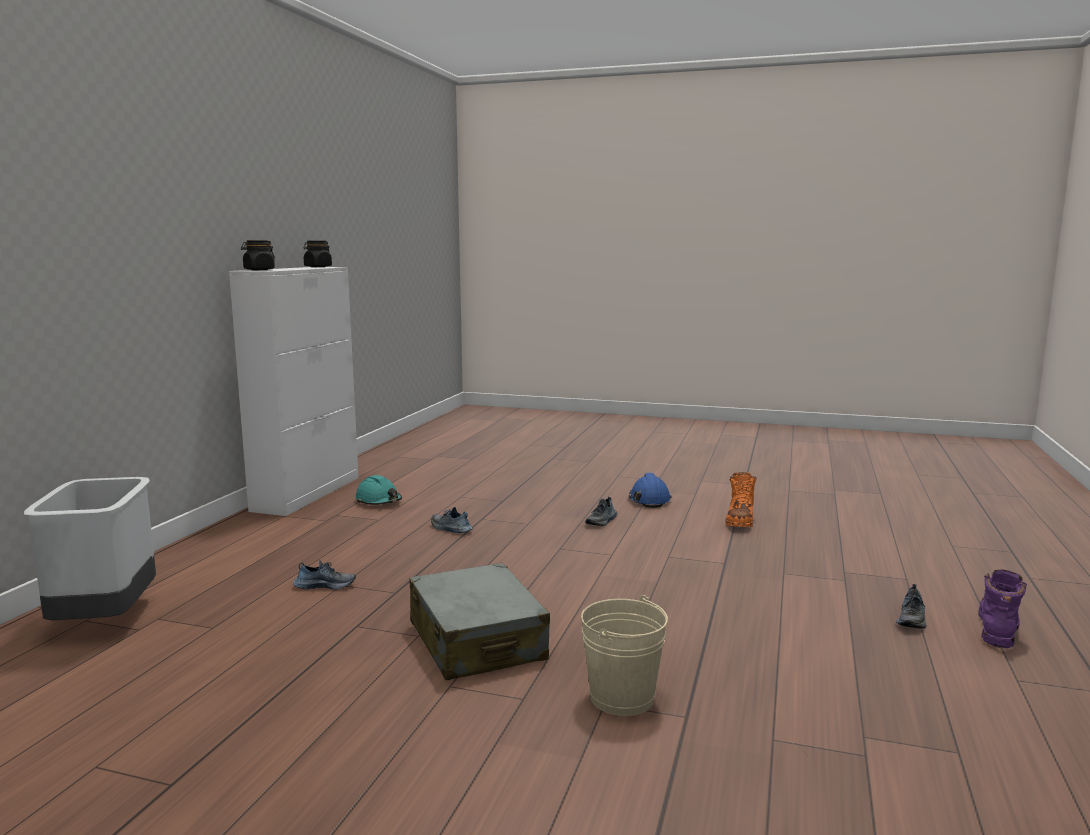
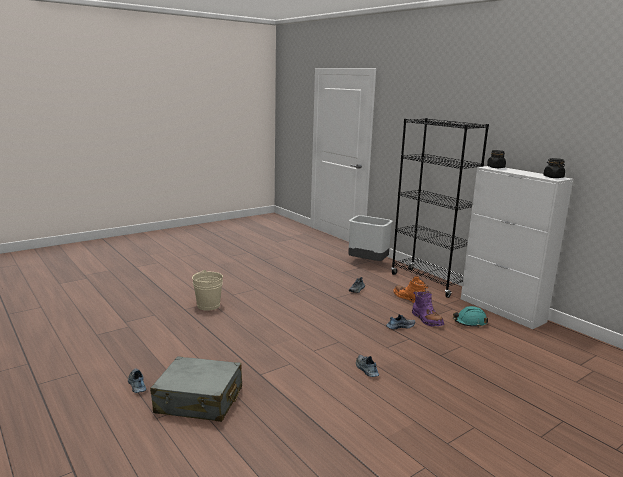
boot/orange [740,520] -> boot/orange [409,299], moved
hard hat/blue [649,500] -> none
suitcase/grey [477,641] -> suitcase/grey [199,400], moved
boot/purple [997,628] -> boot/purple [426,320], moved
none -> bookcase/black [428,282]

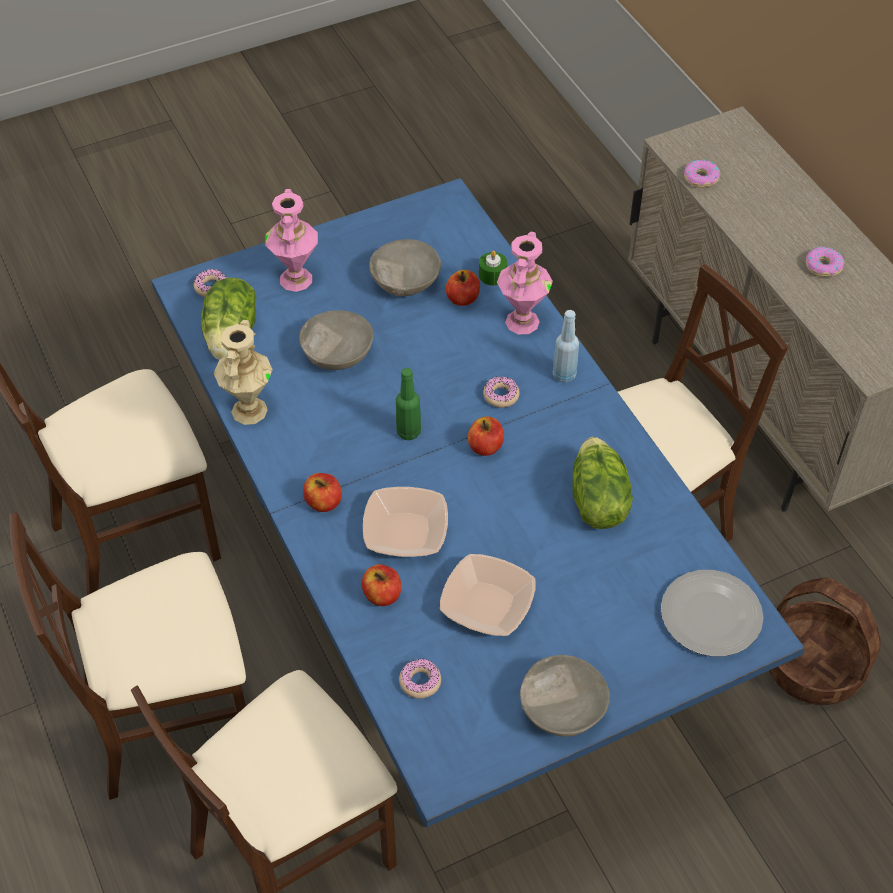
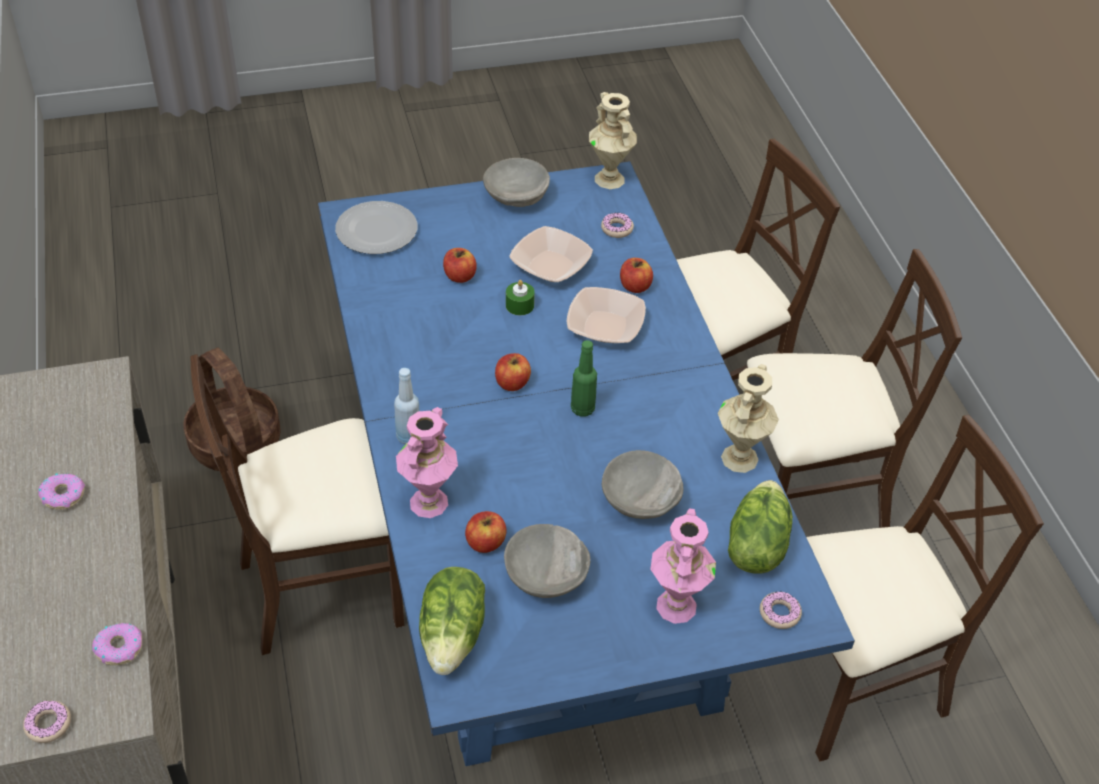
candle/green [492,275] -> candle/green [519,305], moved
donut [501,395] -> donut [48,724], moved
lettuce [596,501] -> lettuce [453,635], moved
apple [323,502] -> apple [459,276], moved
none -> vase/beige [610,179]

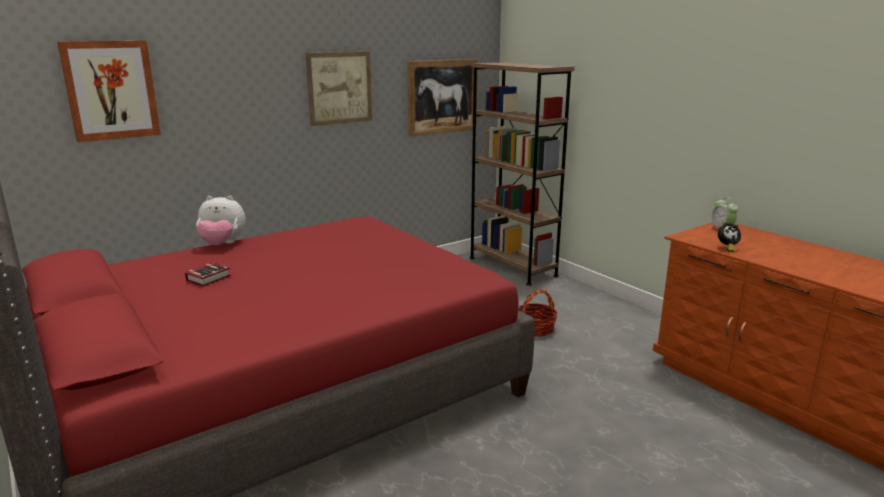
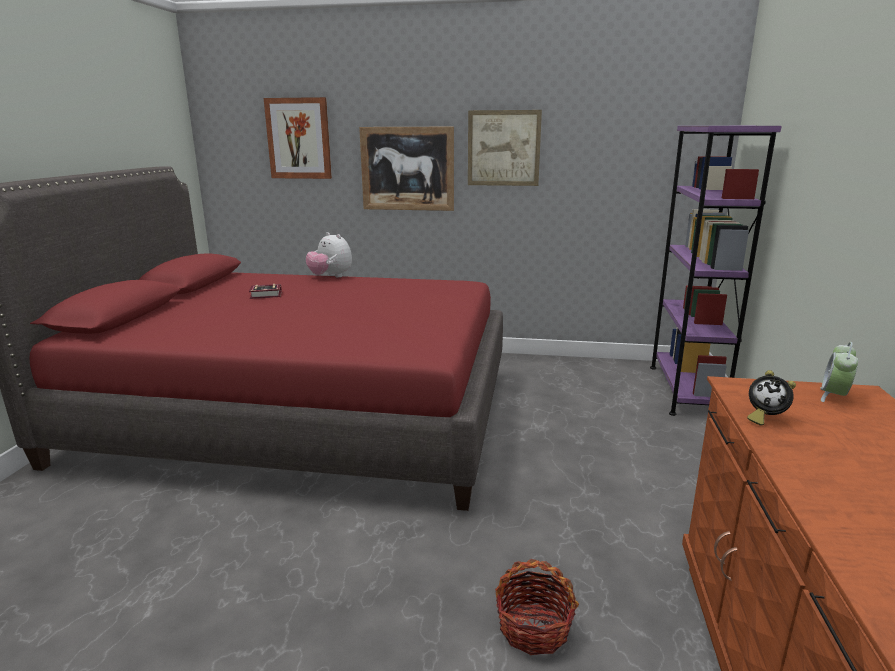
picture [442,96] -> picture [407,169], moved
bookcase/brown [512,267] -> bookcase/purple [685,390]
basket [535,329] -> basket [533,628], moved

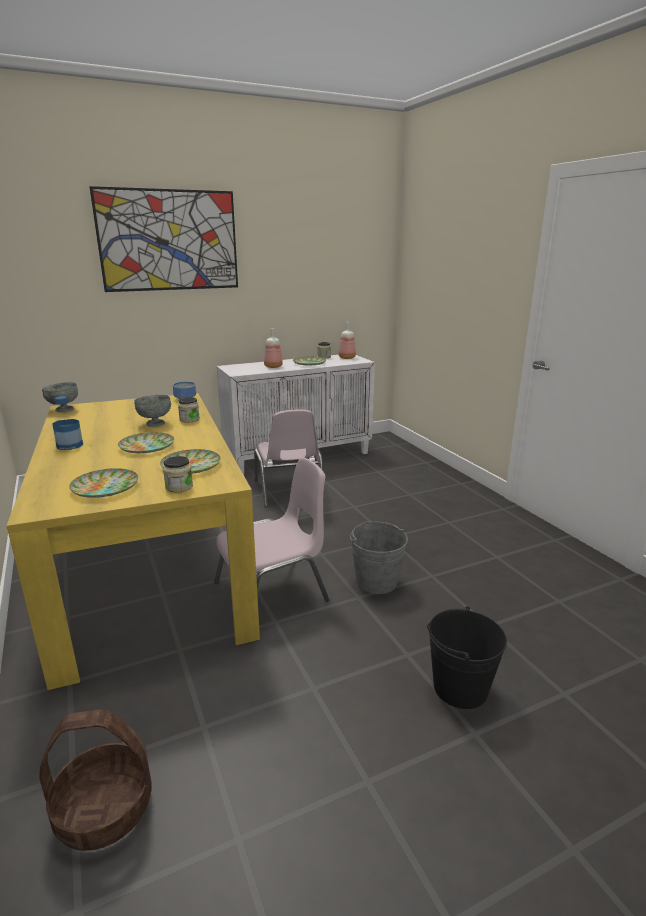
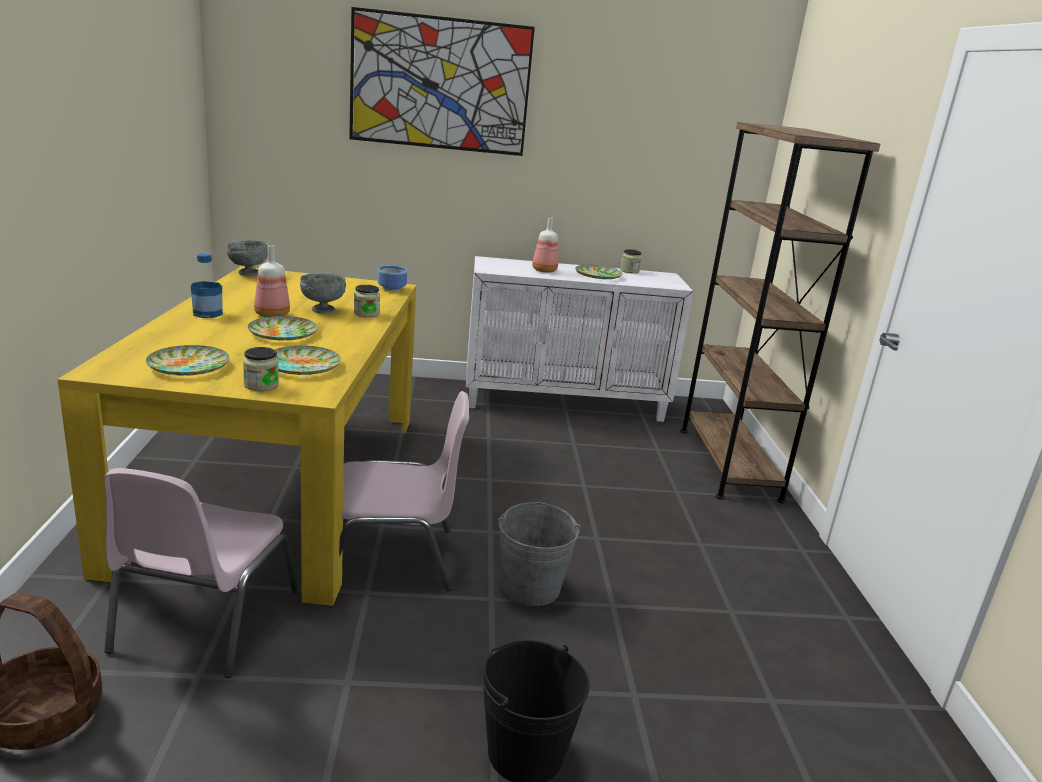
bottle [347,358] -> bottle [272,315], moved
chair/pink [289,491] -> chair/pink [203,621], moved
none -> bookcase/brown [728,463]

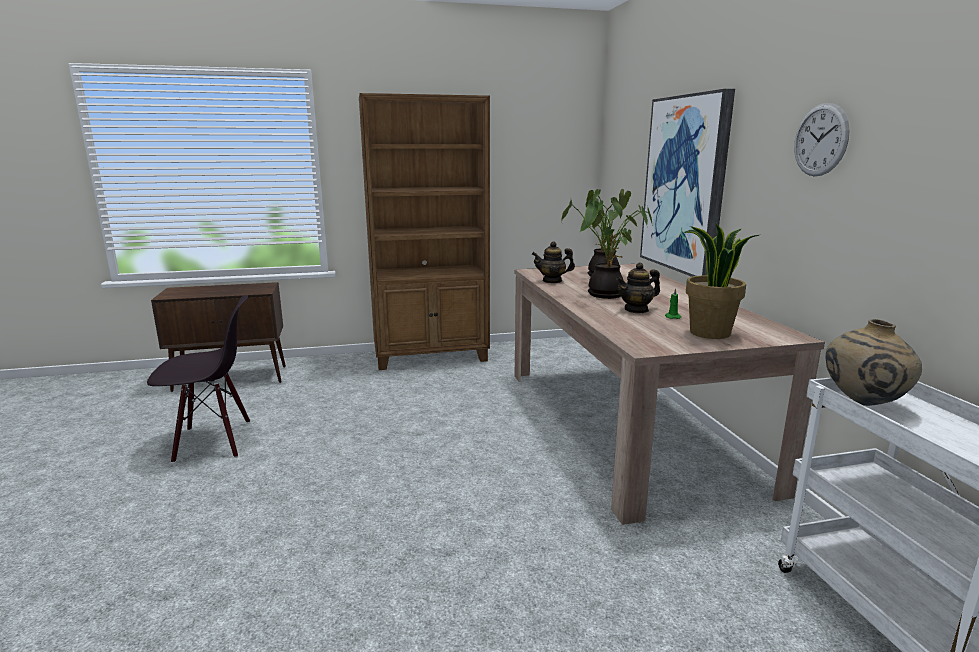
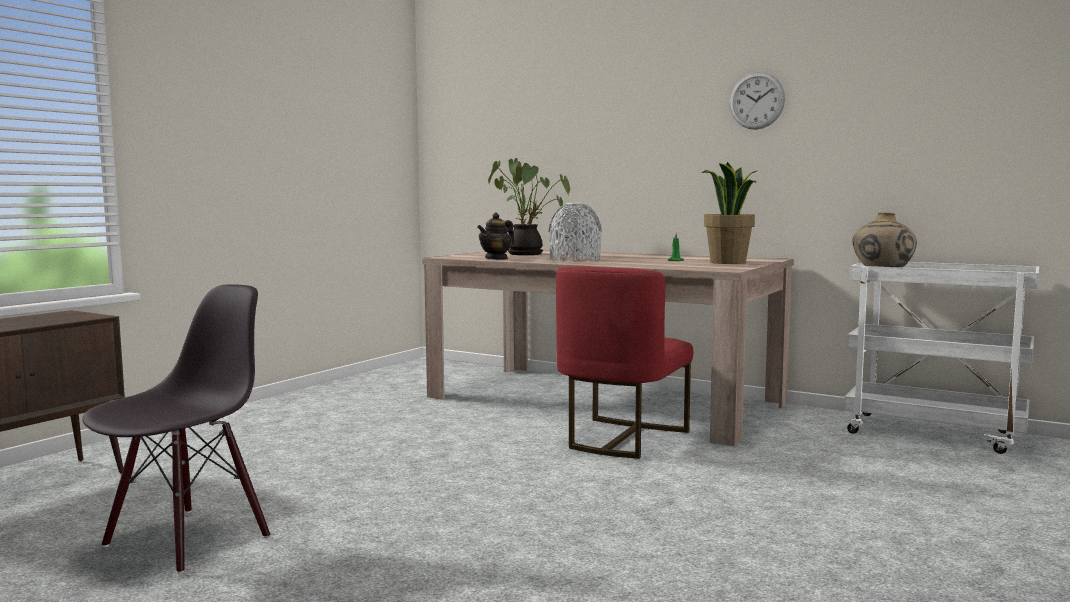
picture [685,184] -> none
bookcase/brown [431,357] -> none
potted plant [603,294] -> vase/grey [575,259]
teapot [636,310] -> none
none -> chair/red [622,438]

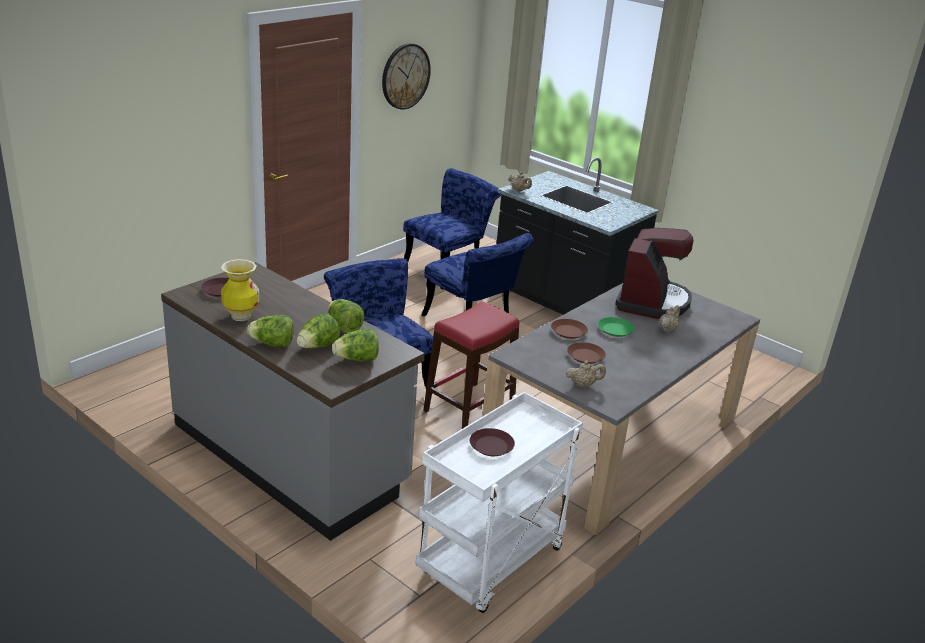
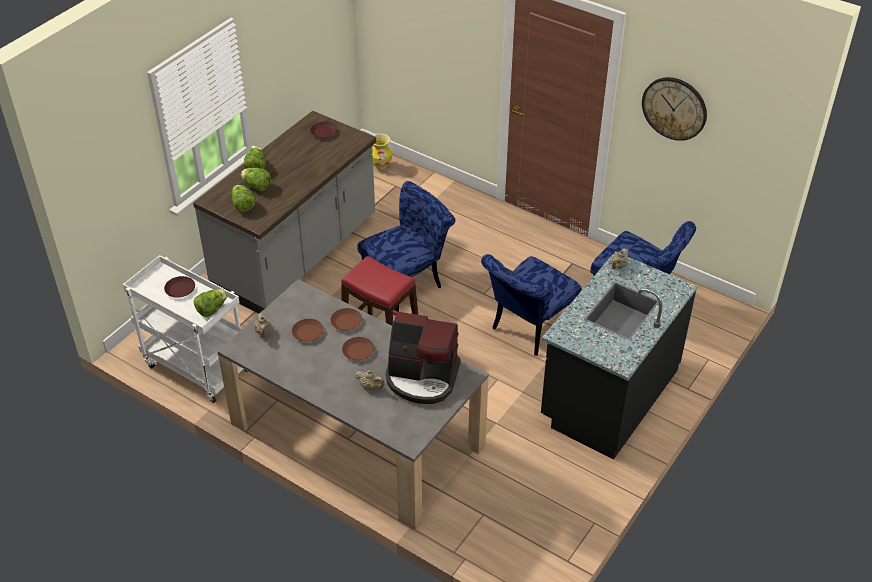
vase [241,316] -> vase [381,166], moved
lettuce [344,327] -> lettuce [211,309], moved
plate/green [615,330] -> plate/brown [358,351]

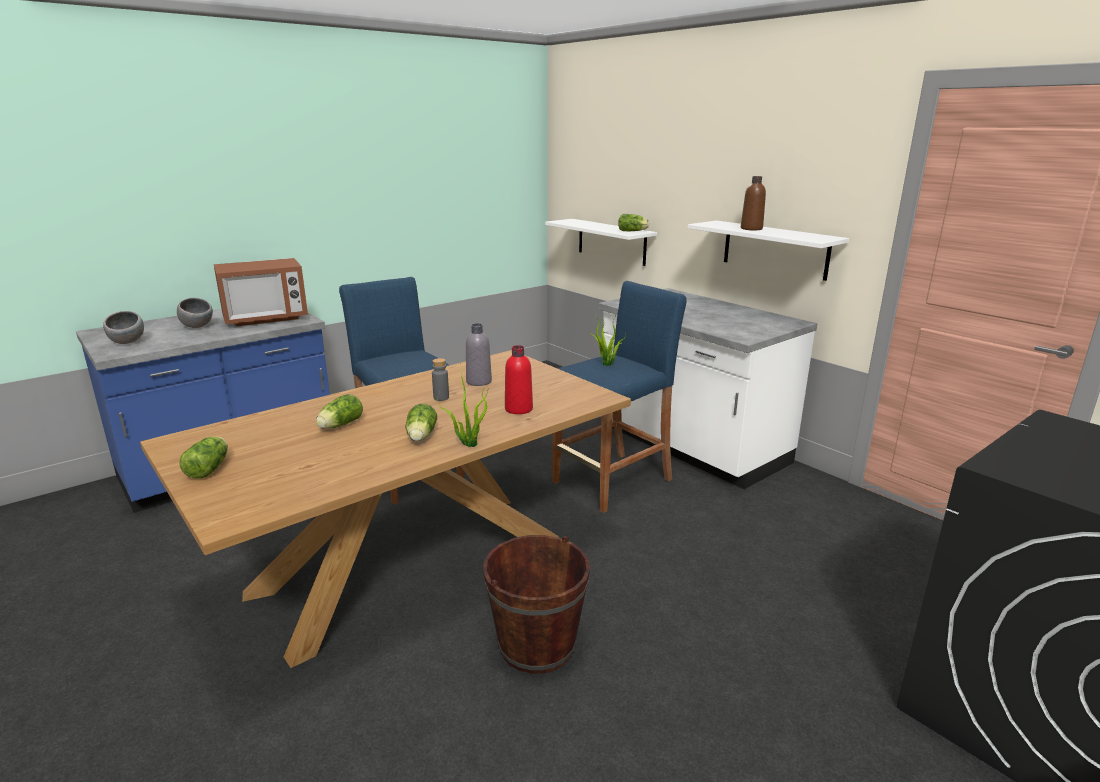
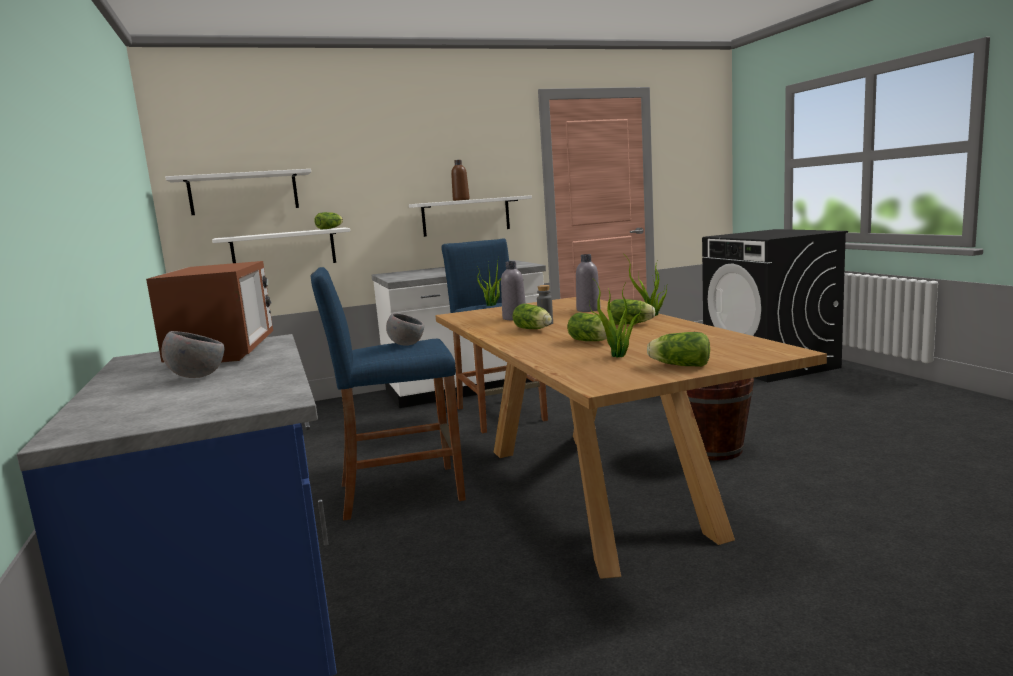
bowl/grey [128,342] -> bowl/grey [406,345], moved
bottle/red [518,409] -> bottle/grey [588,310]
none -> shelf/white [243,193]
none -> potted plant [618,356]
none -> lettuce [534,329]

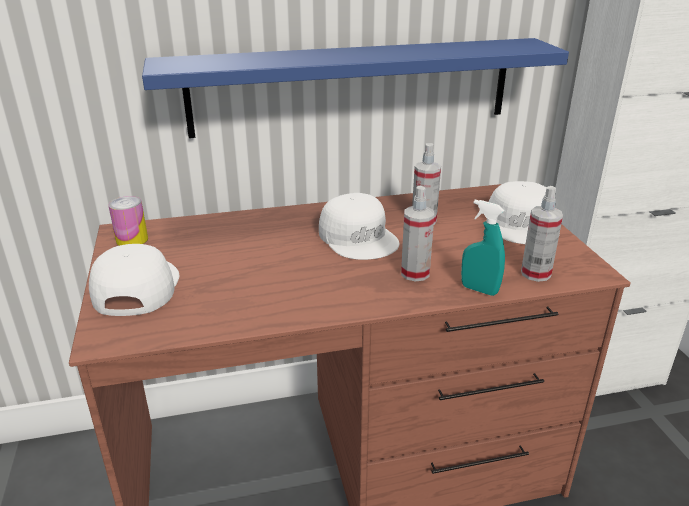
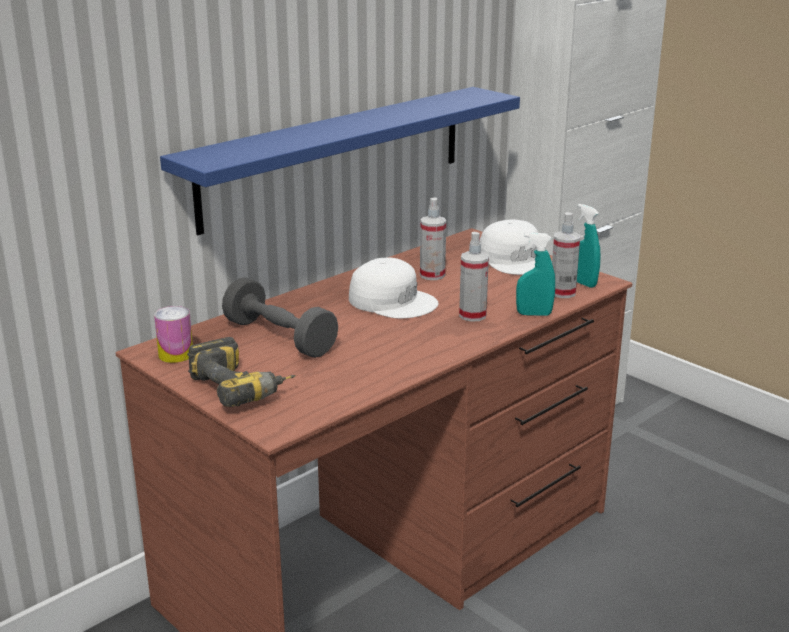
cap/white [135,288] -> power drill [243,388]
none -> spray bottle/turquoise [582,283]
none -> dumbbell/grey [280,338]

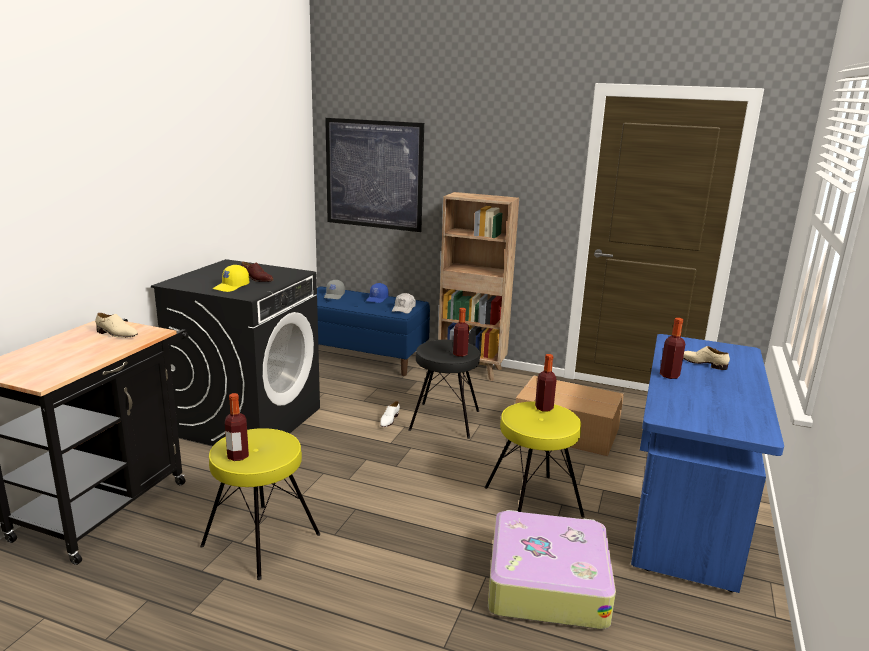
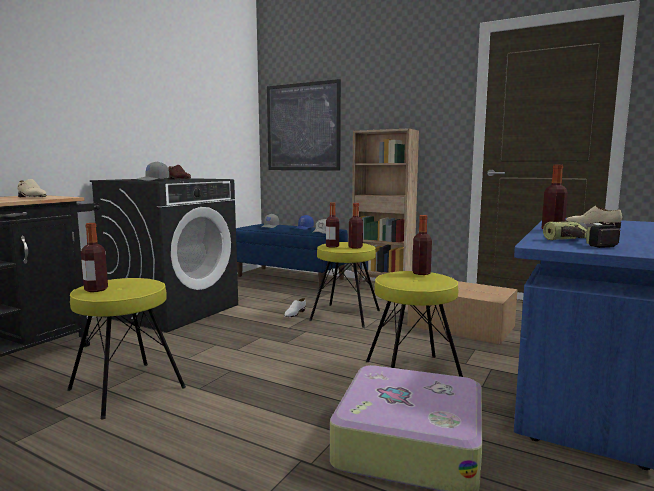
cap/yellow [231,287] -> cap/grey [153,180]
stool/black [445,420] -> stool/yellow [346,315]
none -> bottle [332,246]
none -> power drill [589,242]

